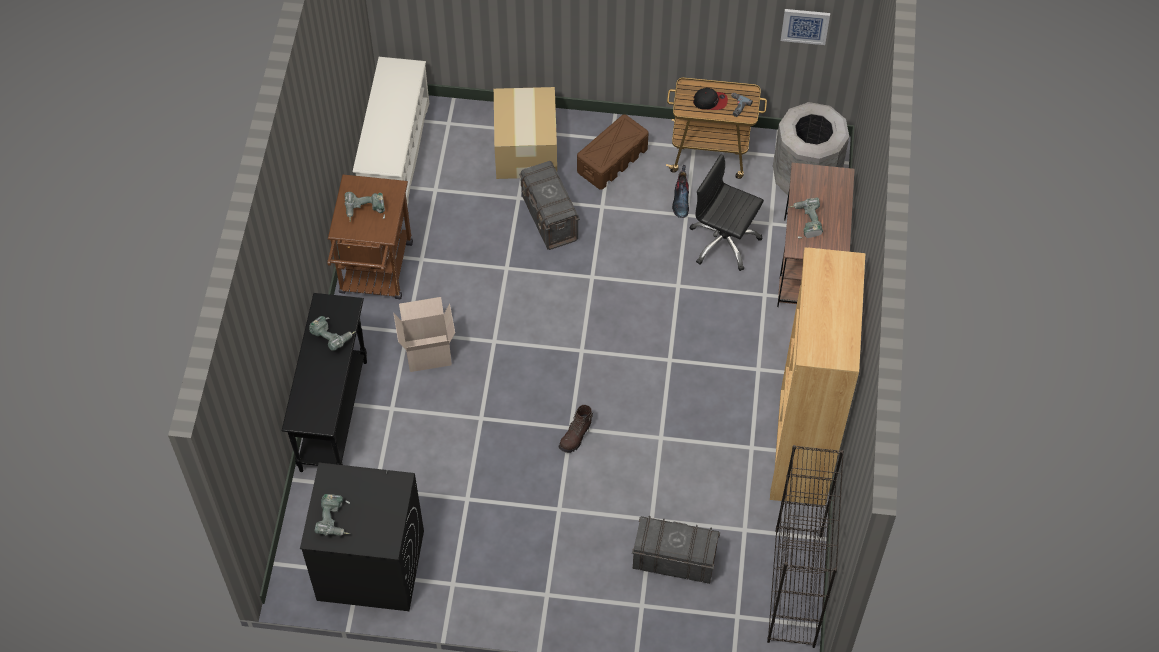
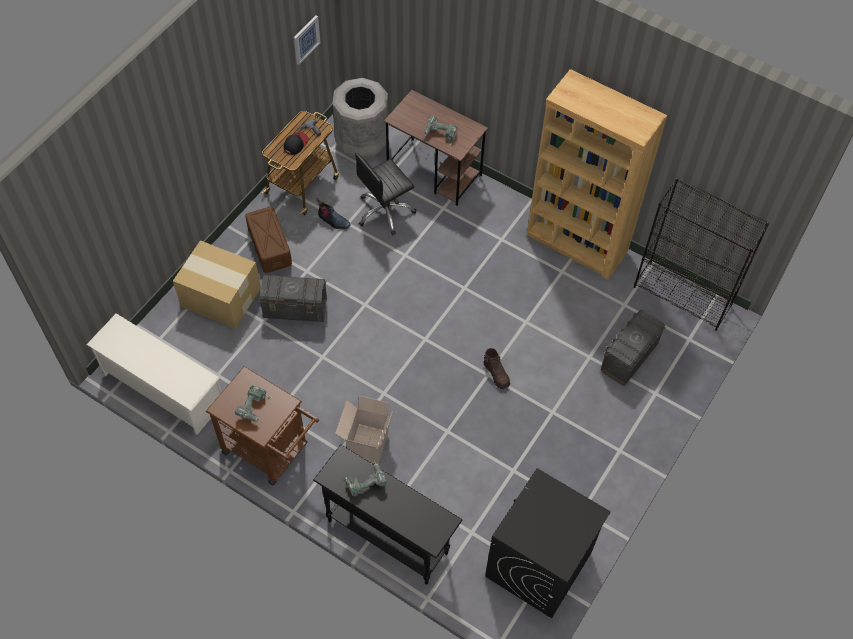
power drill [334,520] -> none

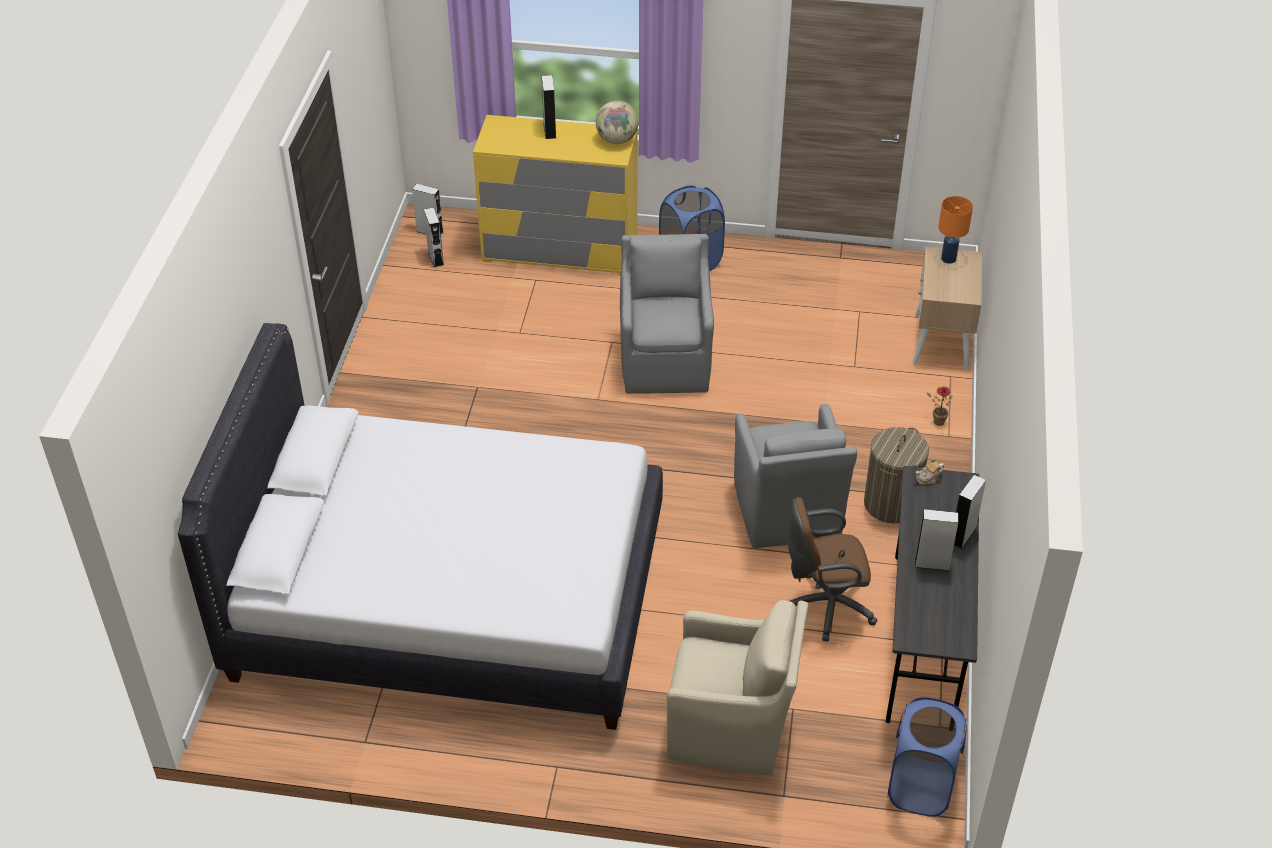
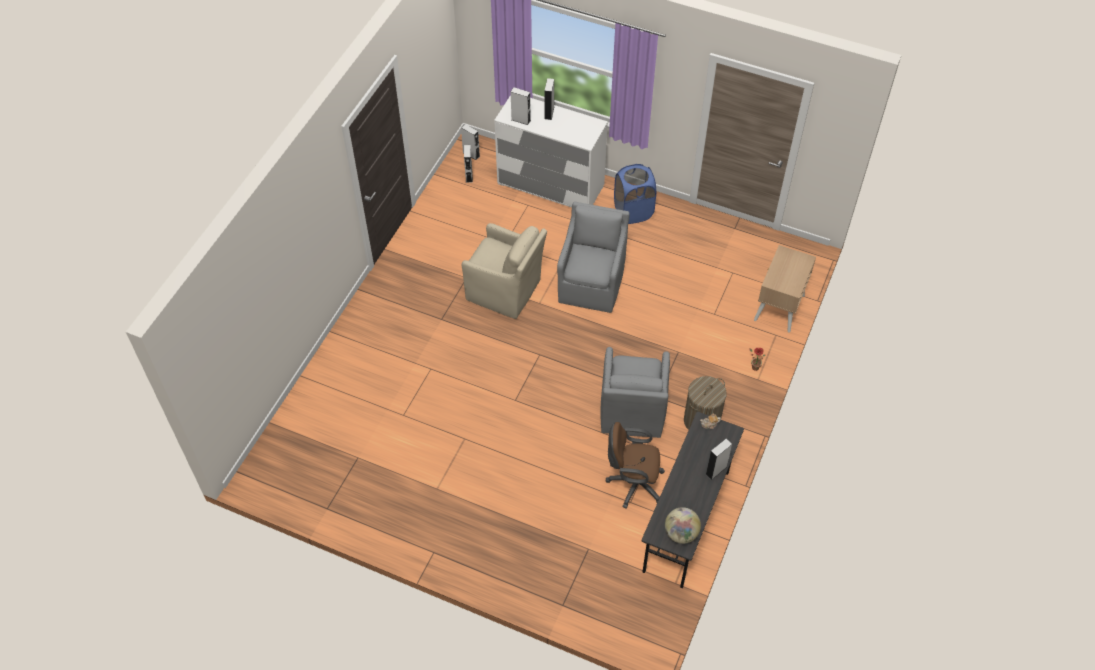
globe [617,140] -> globe [681,533], moved
dresser/yellow [560,250] -> dresser/white [550,185]
table lamp/orange [948,258] -> none
bed/white [449,598] -> none
speaker/grey [932,564] -> speaker/grey [521,120], moved
armchair/beige [732,728] -> armchair/beige [505,291], moved
laundry basket/blue [920,787] -> none

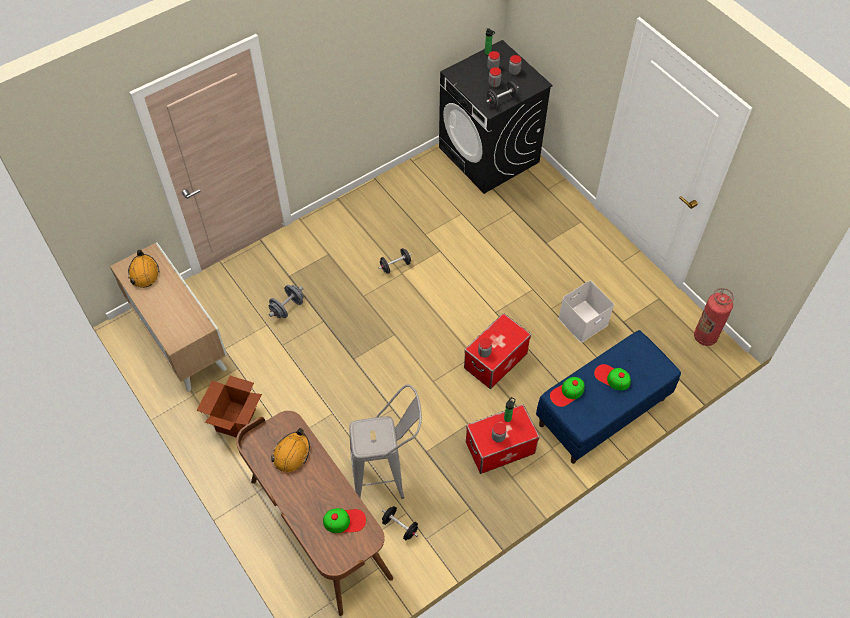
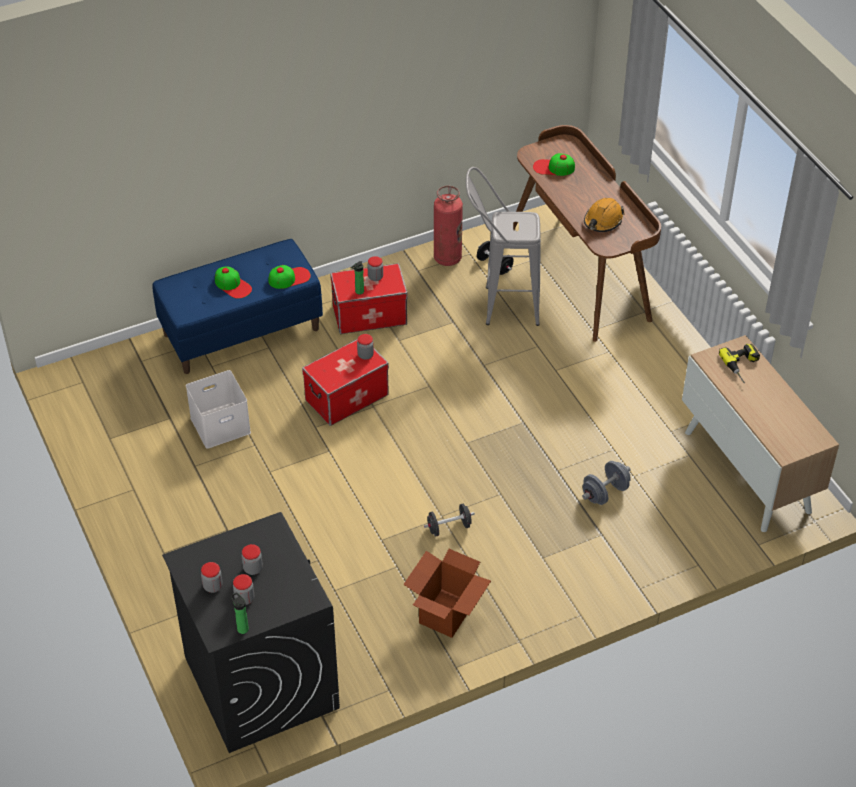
dumbbell/black [501,100] -> none
hard hat/orange [144,273] -> none
fire extinguisher [705,337] -> fire extinguisher [447,258], moved
cardboard box [236,419] -> cardboard box [446,614], moved
none -> power drill [743,366]

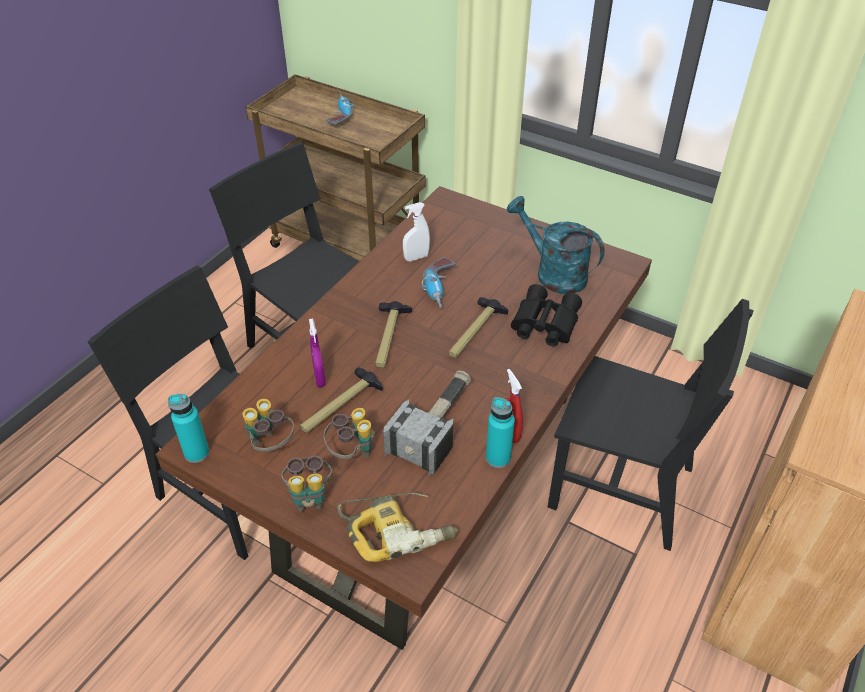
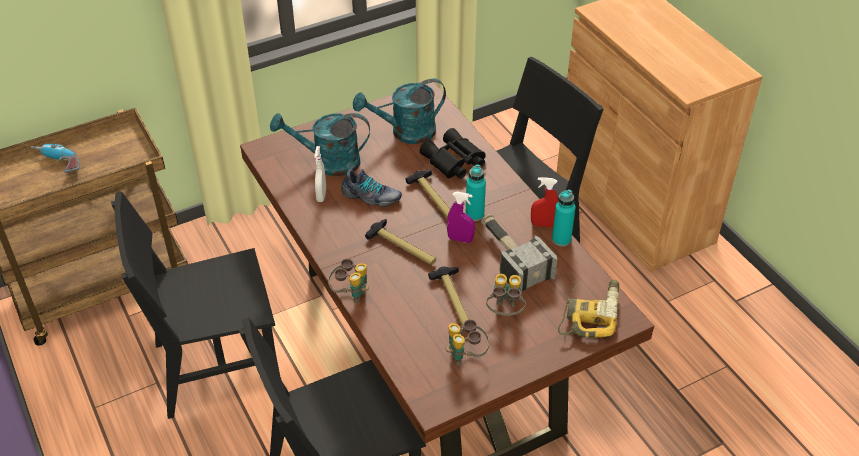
power drill [441,288] -> shoe [371,197]
spray bottle/purple [319,378] -> spray bottle/purple [460,239], moved
bottle/turquoise [197,453] -> bottle/turquoise [474,214], moved
binoculars [310,497] -> binoculars [350,293], moved
none -> watering can/turquoise [328,162]

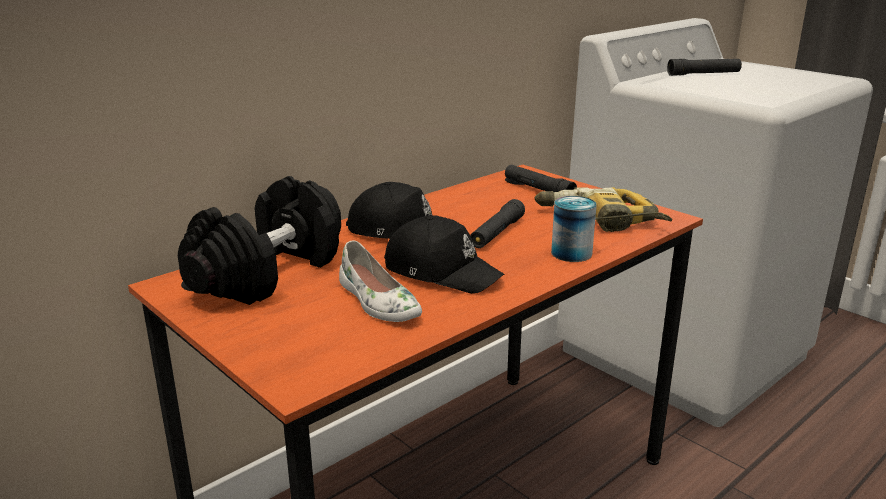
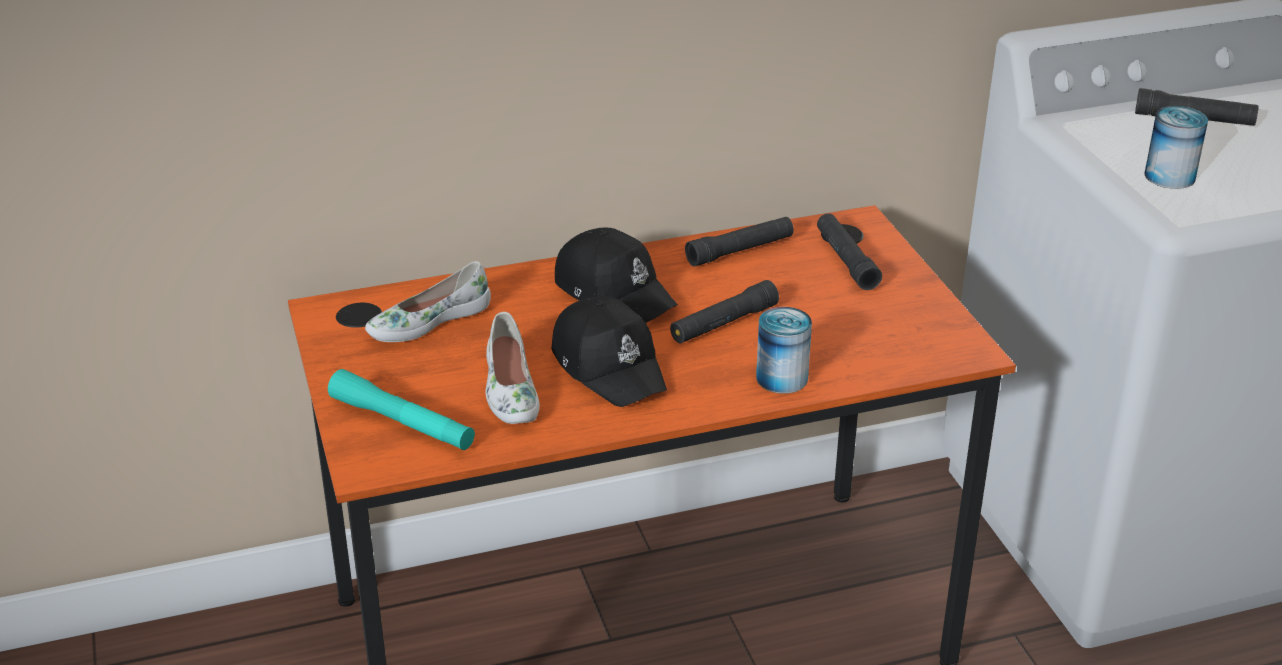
dumbbell/black [268,273] -> shoe/white [428,320]
power drill [598,221] -> none
none -> can [1169,176]
none -> flashlight/black [740,250]
none -> flashlight/turquoise [402,423]

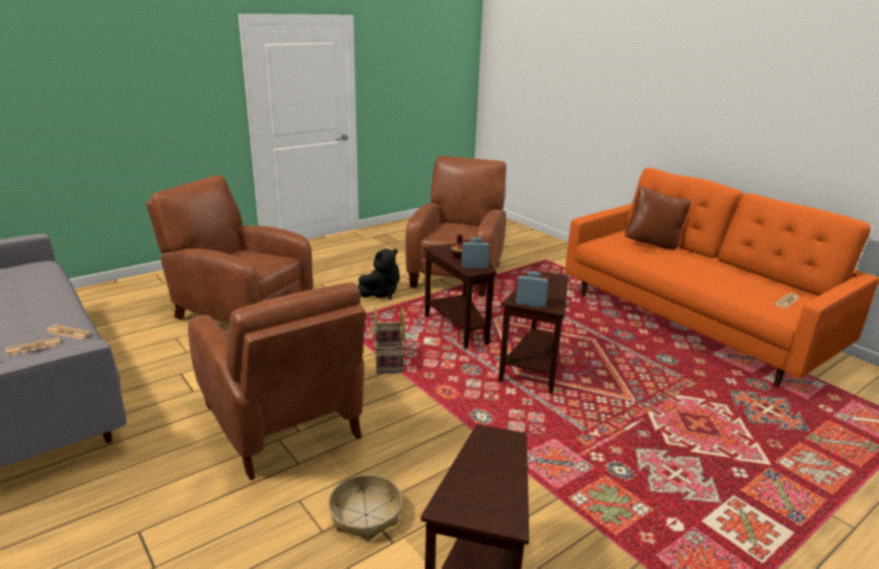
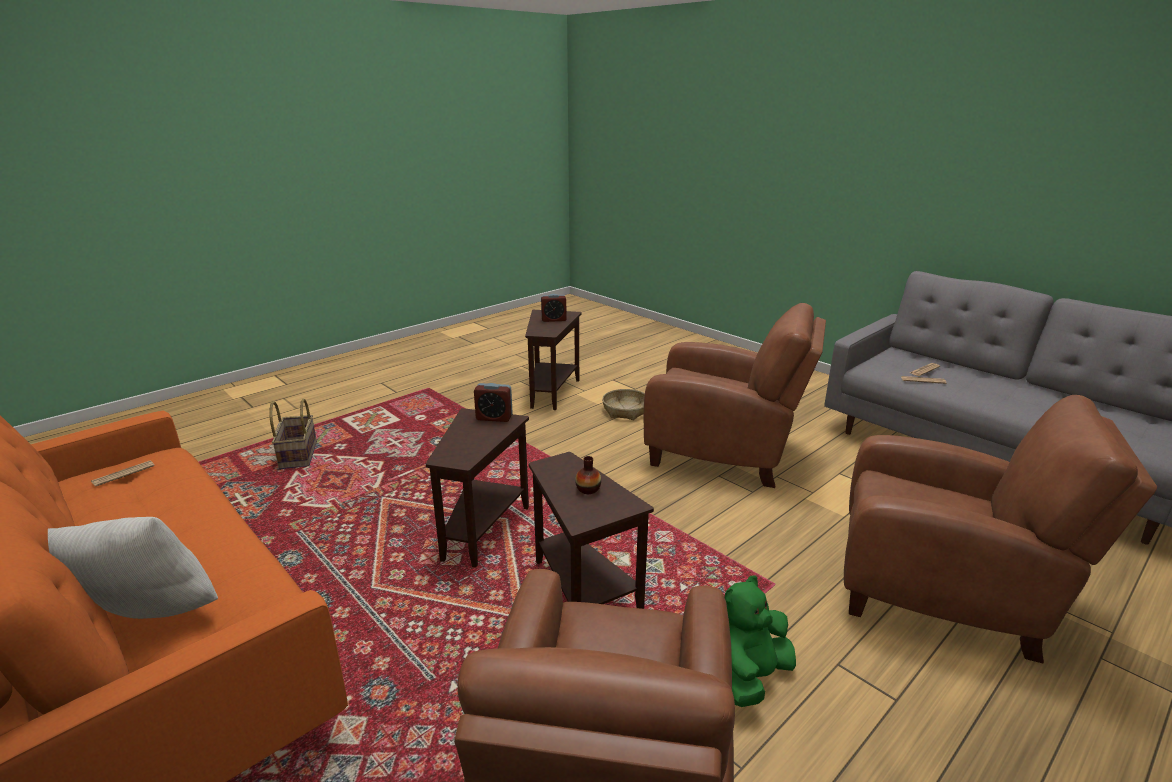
pillow/brown [653,244] -> pillow/white [148,620]
alarm clock [474,266] -> alarm clock [554,319], moved
plush toy/black [380,294] -> plush toy/green [751,676]
armchair/brown [283,424] -> armchair/brown [725,453], 150 degrees clockwise
basket [390,360] -> basket [297,455], moved

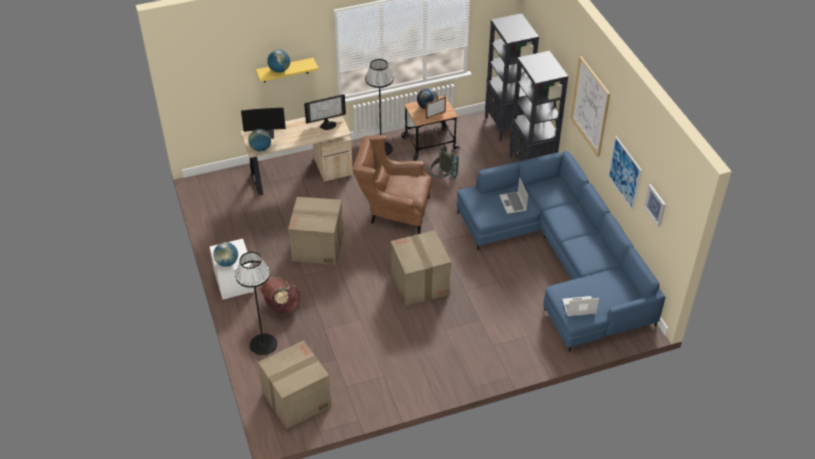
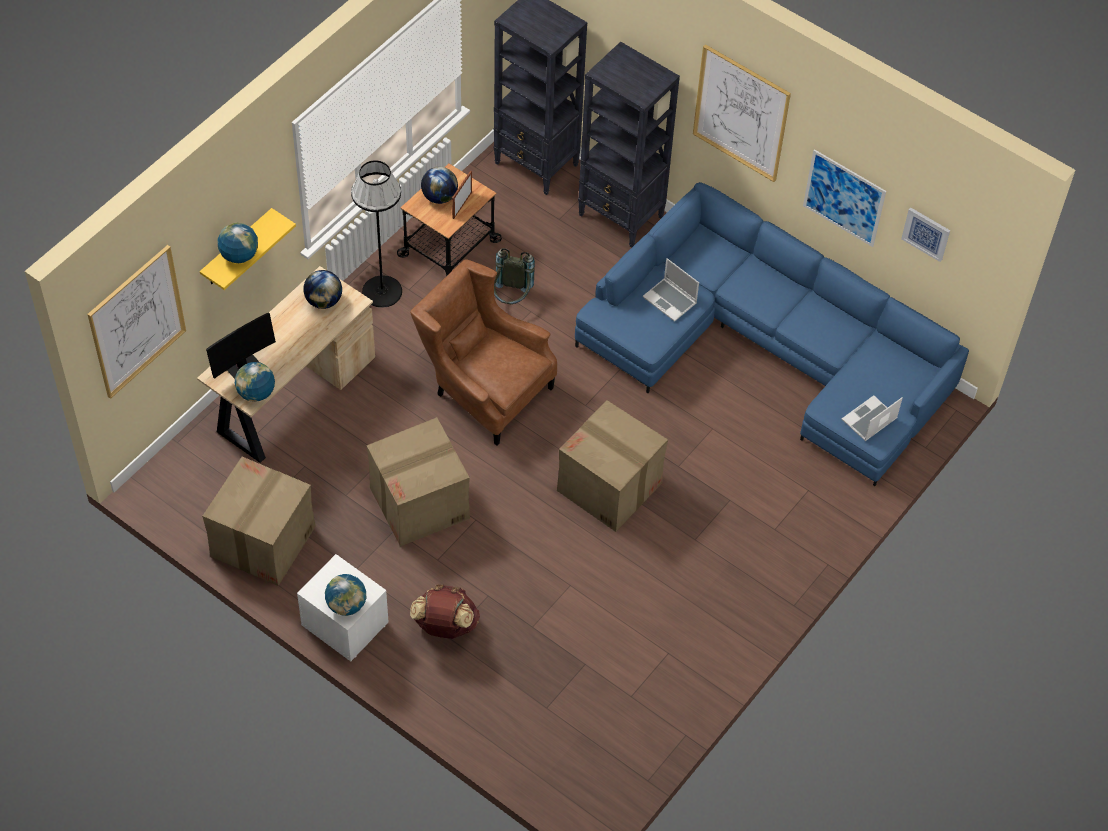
monitor [327,124] -> globe [324,301]
armchair/brown [394,211] -> armchair/brown [484,389], 60 degrees clockwise
floor lamp/black [263,344] -> none
cardboard box [296,400] -> cardboard box [262,542], moved
none -> picture [137,321]

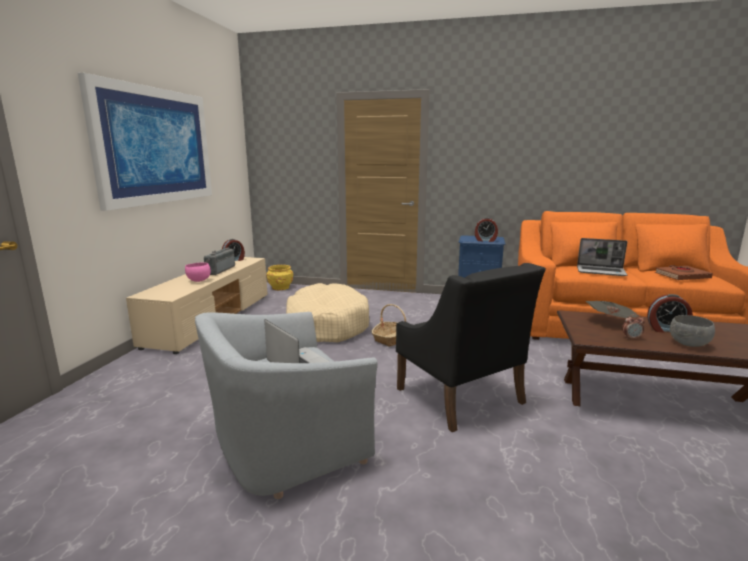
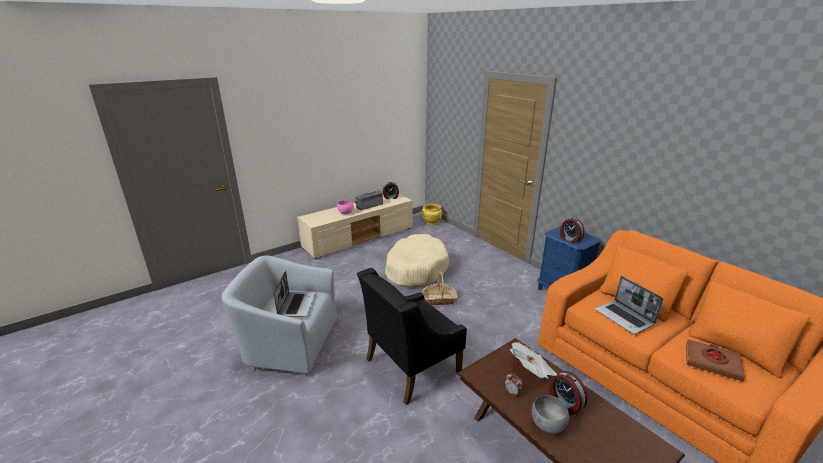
picture [155,146] -> none
armchair/black [460,396] -> armchair/black [411,366], 45 degrees clockwise

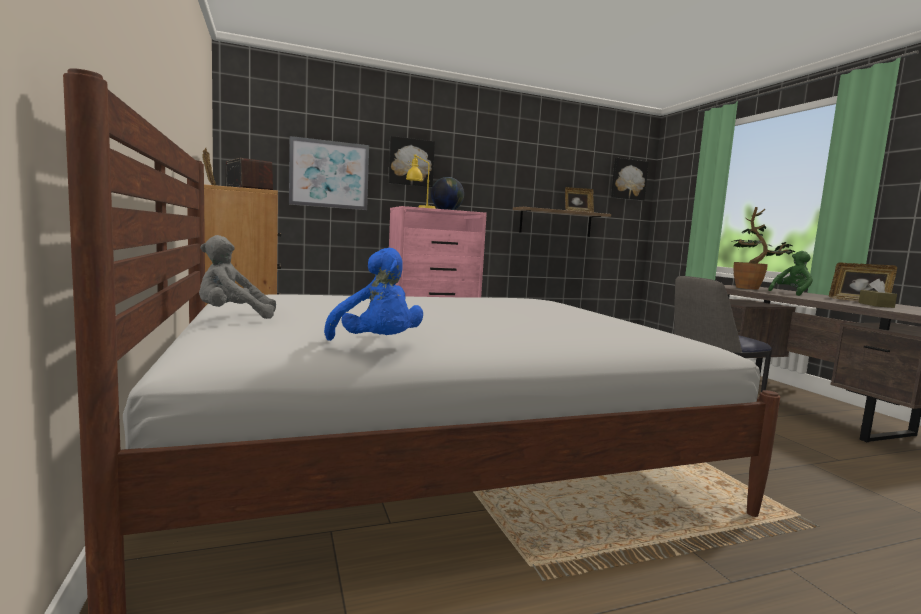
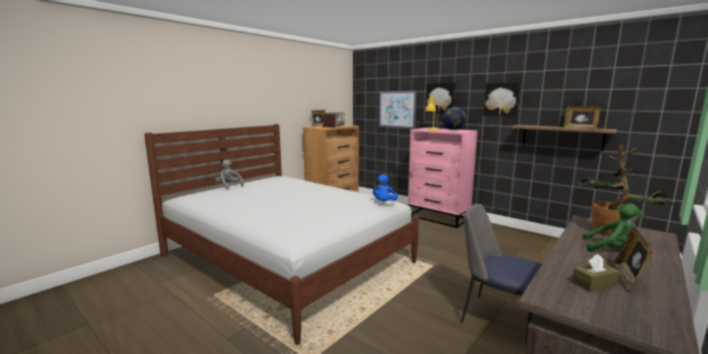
picture [628,179] -> picture [501,99], moved
plush toy/blue [377,345] -> plush toy/blue [384,203], moved

